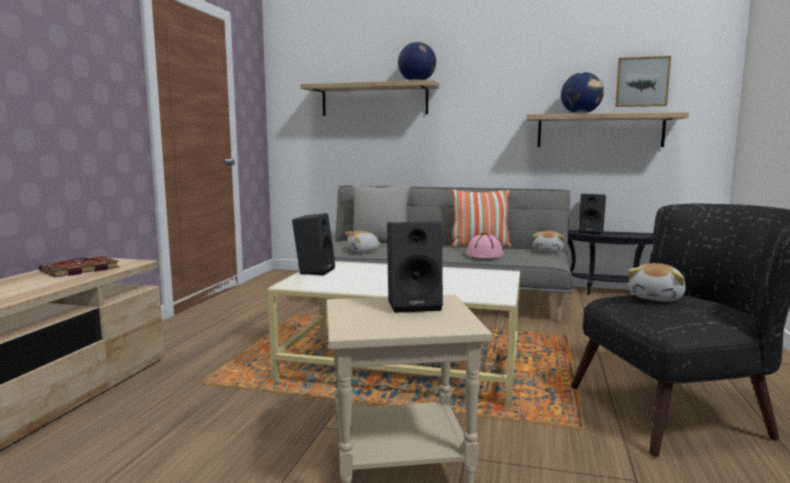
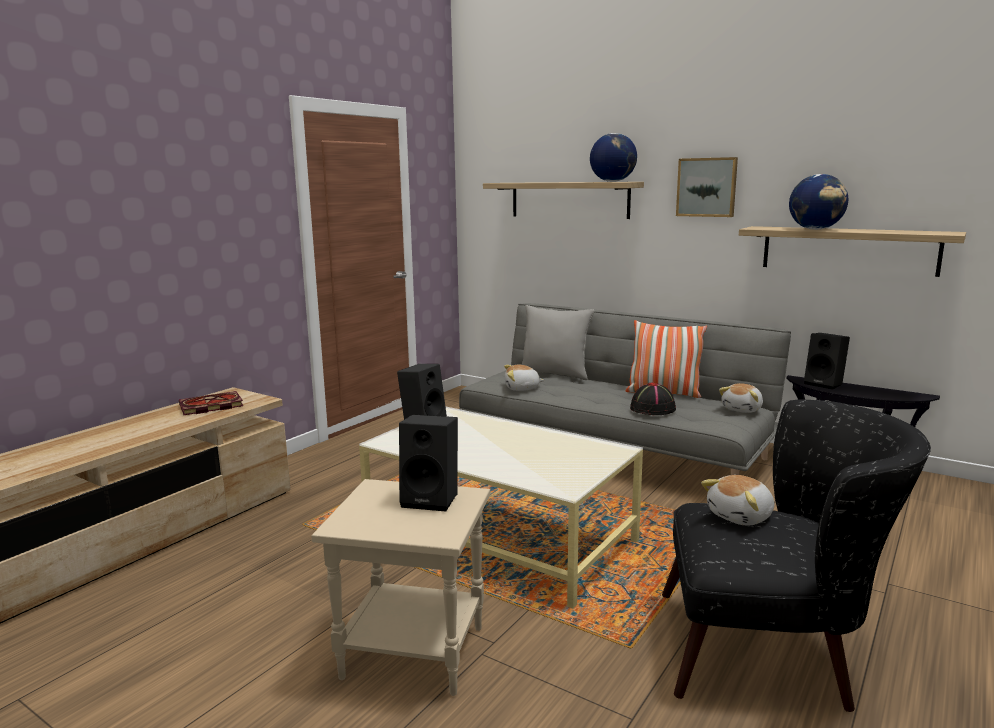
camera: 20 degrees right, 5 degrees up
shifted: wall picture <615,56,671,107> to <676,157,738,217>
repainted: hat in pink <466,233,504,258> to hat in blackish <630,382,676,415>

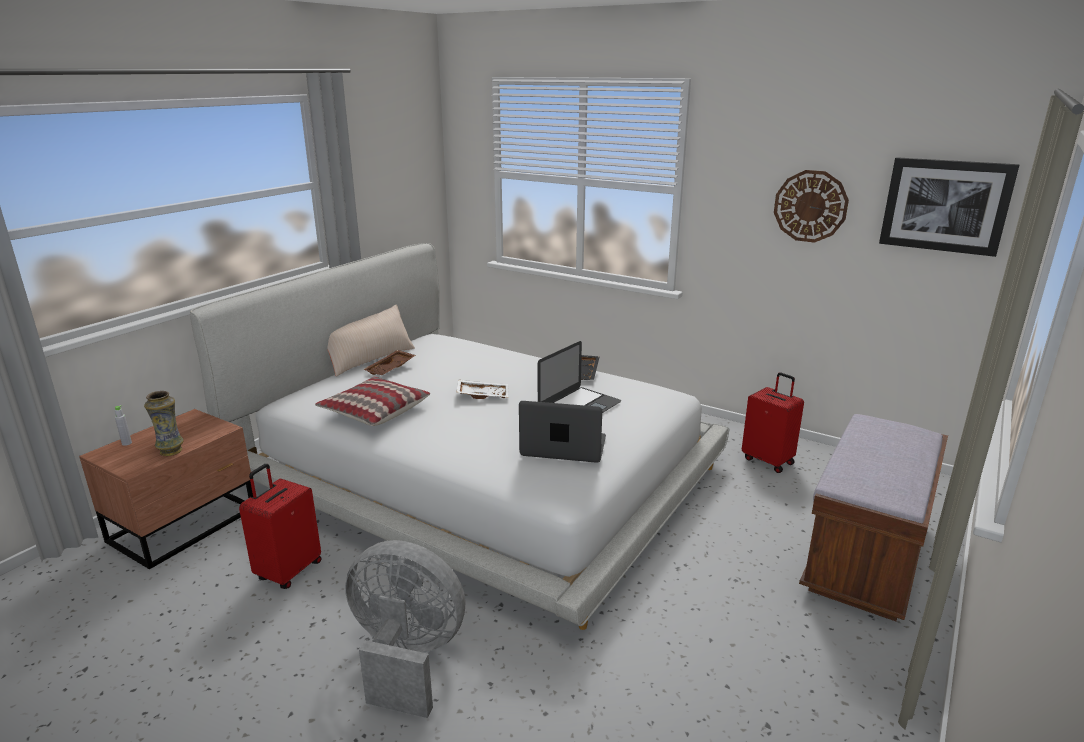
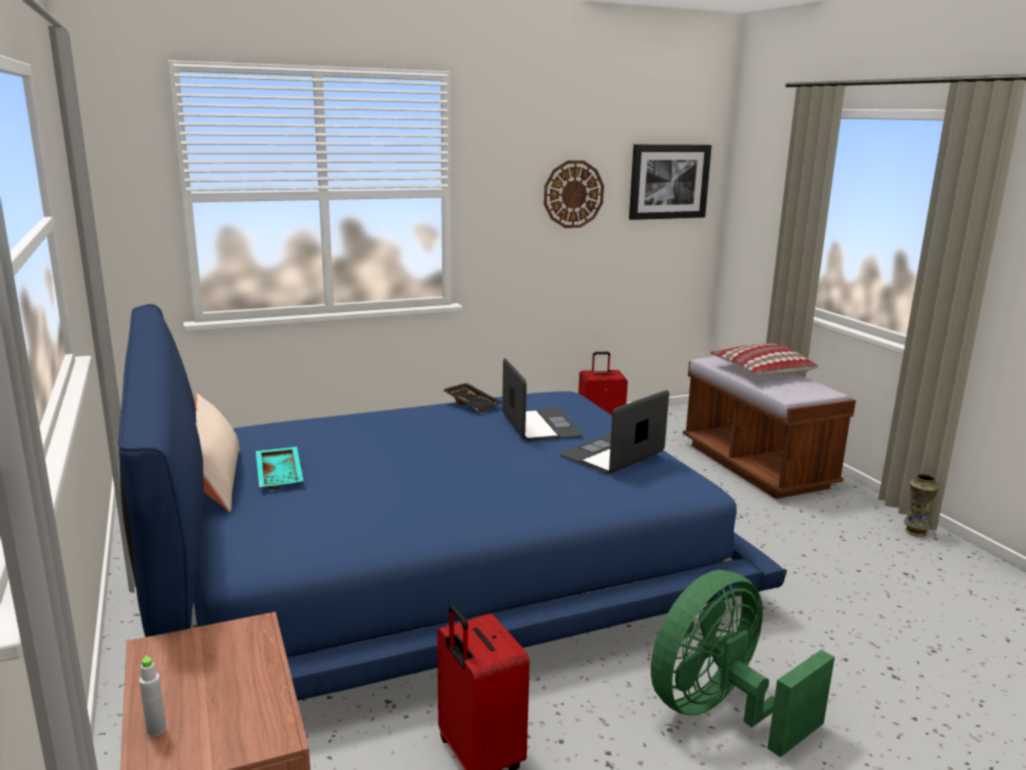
camera: 55 degrees left, 5 degrees down
gone: tray in white-coloured <457,380,508,399>
shifted: vase <144,391,184,456> to <904,473,939,537>; cushion <315,377,430,426> to <710,344,818,375>
repainted: bedroom bed in white-coloured <190,243,730,630> to bedroom bed in blue <118,304,787,701>; cooling fan in grey <345,540,466,718> to cooling fan in green-coloured <651,570,835,757>; tray in brown-coloured <363,350,416,375> to tray in turquoise-coloured <256,447,304,489>

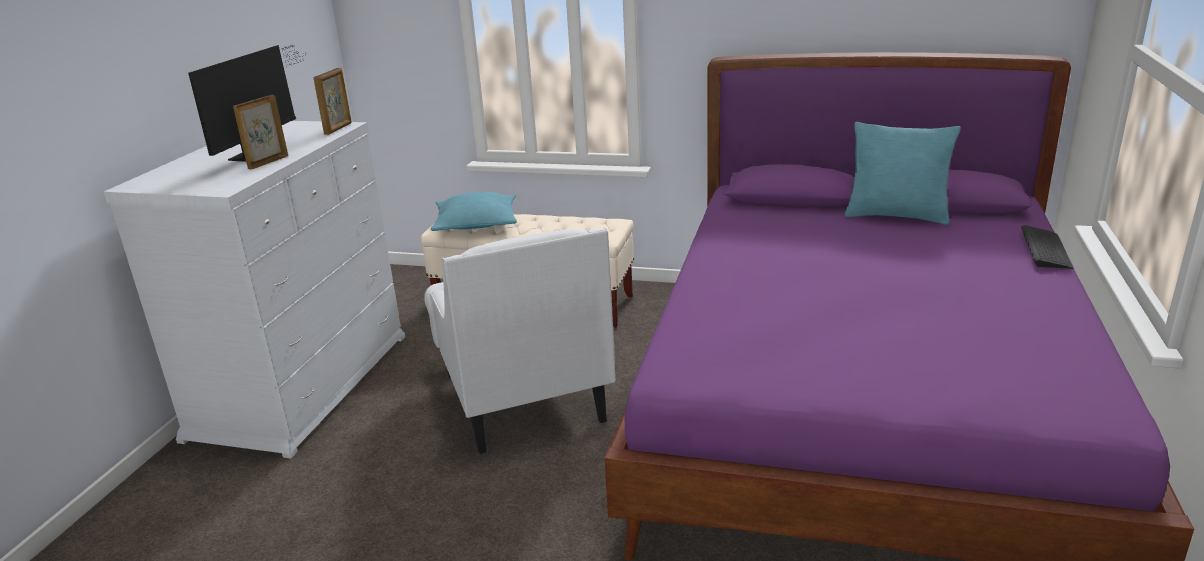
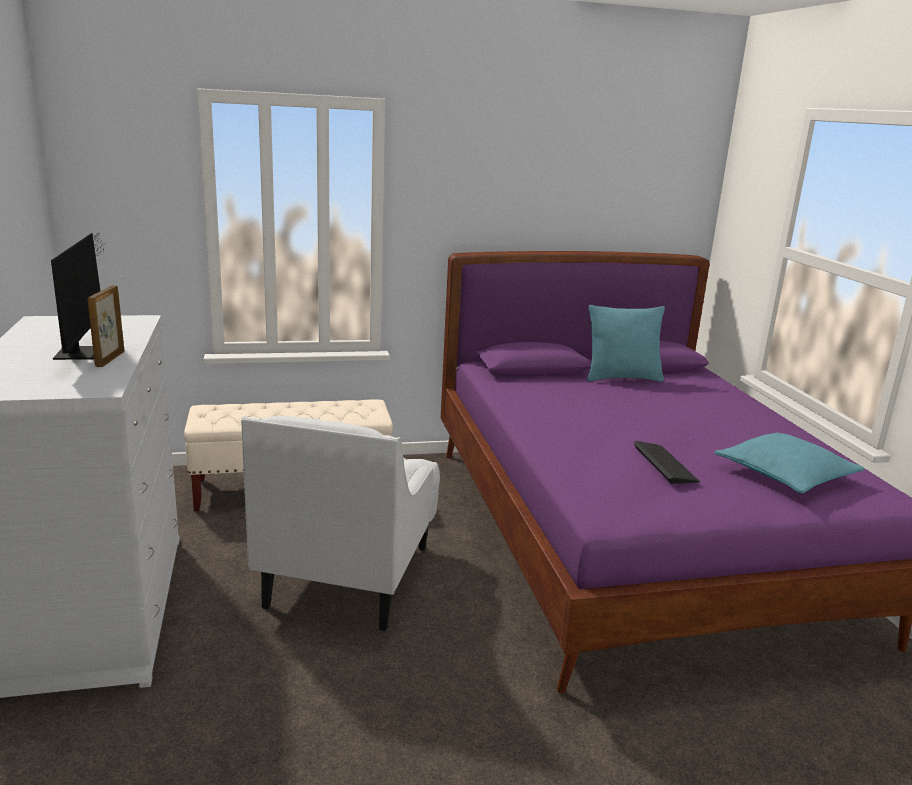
camera: 30 degrees left, 5 degrees down
gone: standing frame <313,68,352,135>
shifted: cushion in turquoise-coloured <431,192,517,231> to <714,433,865,493>; PC keyboard <1021,225,1074,269> to <634,441,700,484>
rotated: easy chair in white-coloured <424,227,616,454> = <241,416,440,631> 60 degrees clockwise

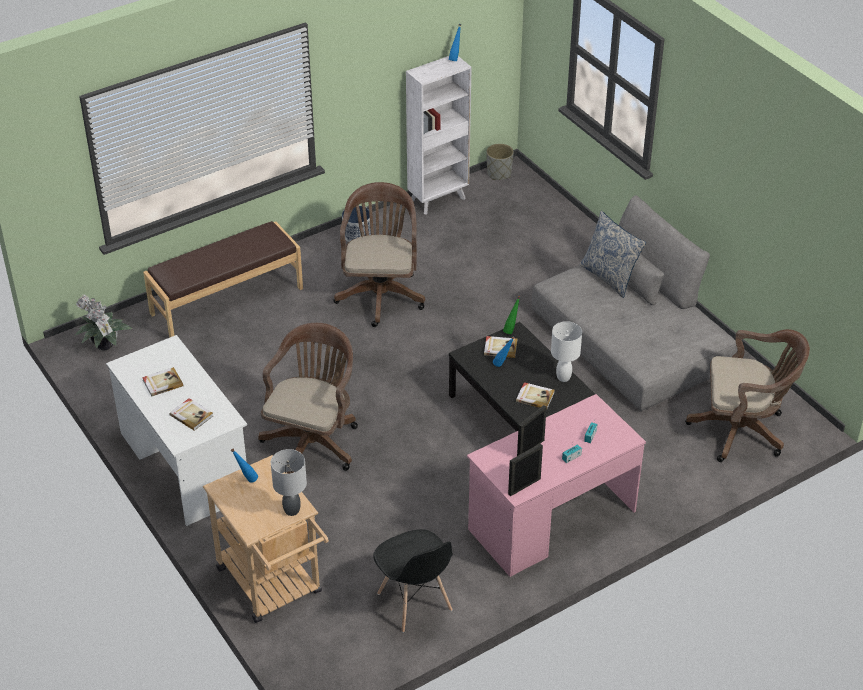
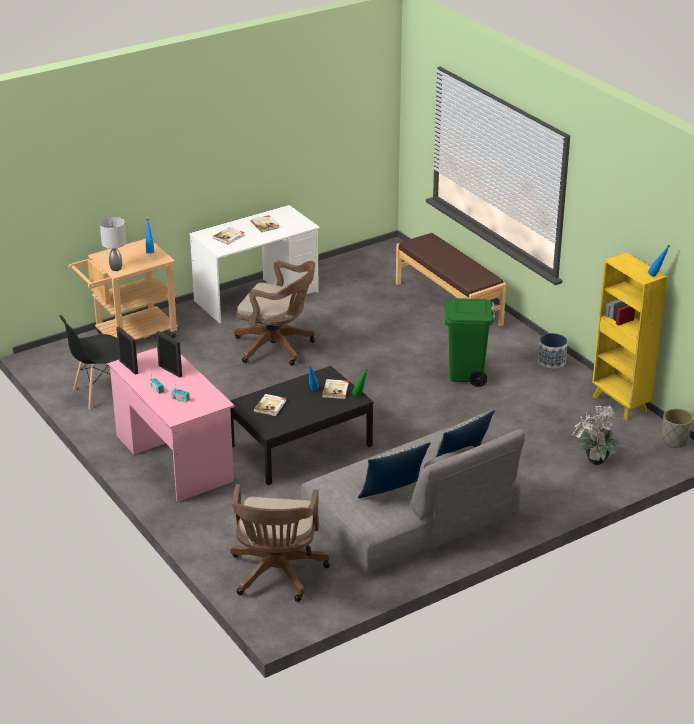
camera: 90 degrees right, 10 degrees down
gone: table lamp in white-coloured <551,321,582,382>
new: cushion <357,442,430,498>
shifted: houseplant <74,294,133,351> to <572,405,625,465>
swapped: computer chair in brown-coloured <333,182,425,327> to rubbish bin in green-coloured <444,298,496,387>
repainted: bookcase in white-coloured <406,56,472,215> to bookcase in yellow <592,253,667,420>

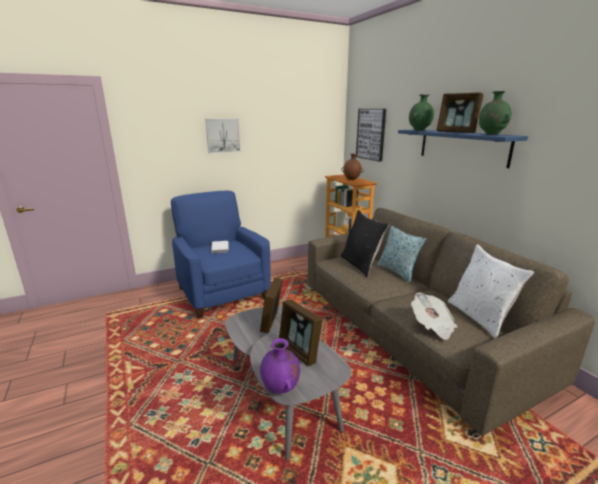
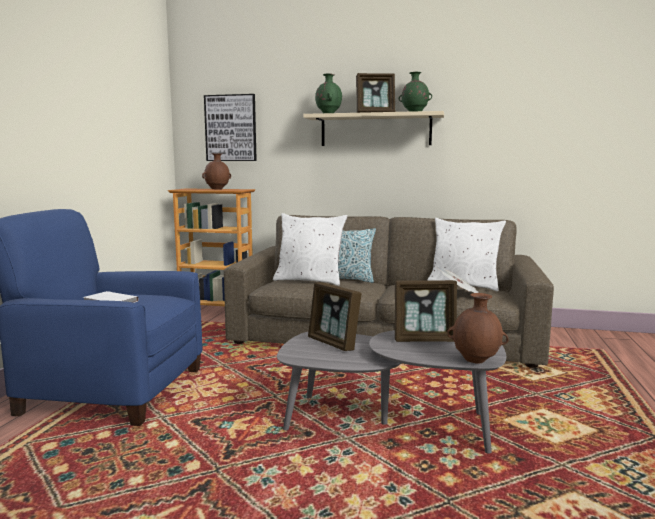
camera: 50 degrees left, 10 degrees down
gone: wall picture <205,118,241,153>
repainted: vase in purple <260,338,300,394> to vase in brown-coloured <447,293,509,364>; cushion in blackish <340,210,389,277> to cushion in white-coloured <273,213,347,286>; shelf in blue <398,130,528,168> to shelf in sand-coloured <303,111,444,146>

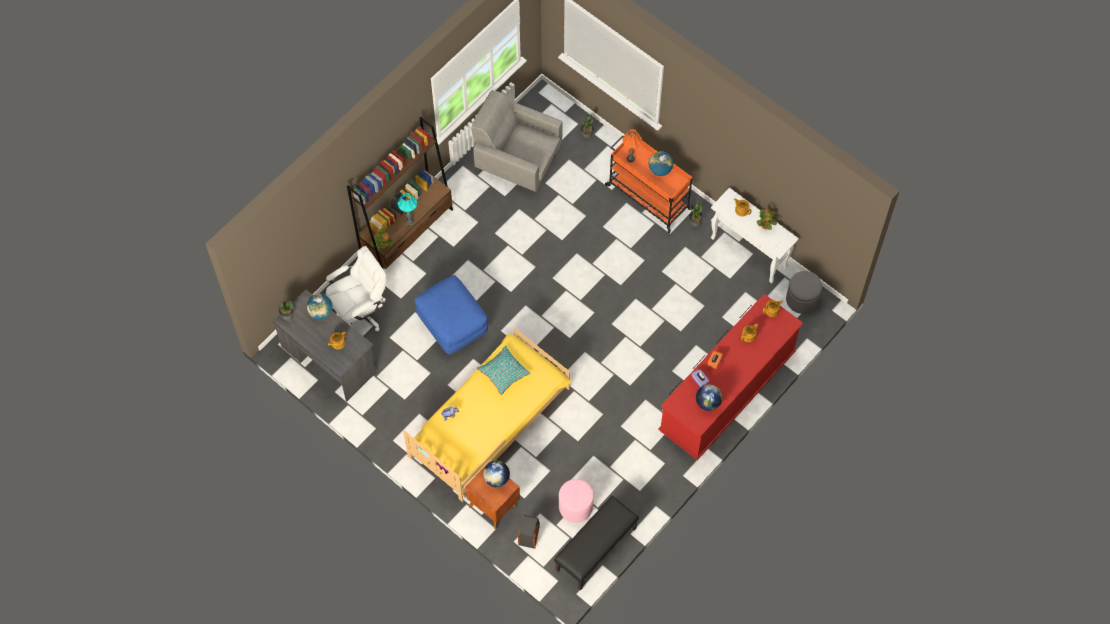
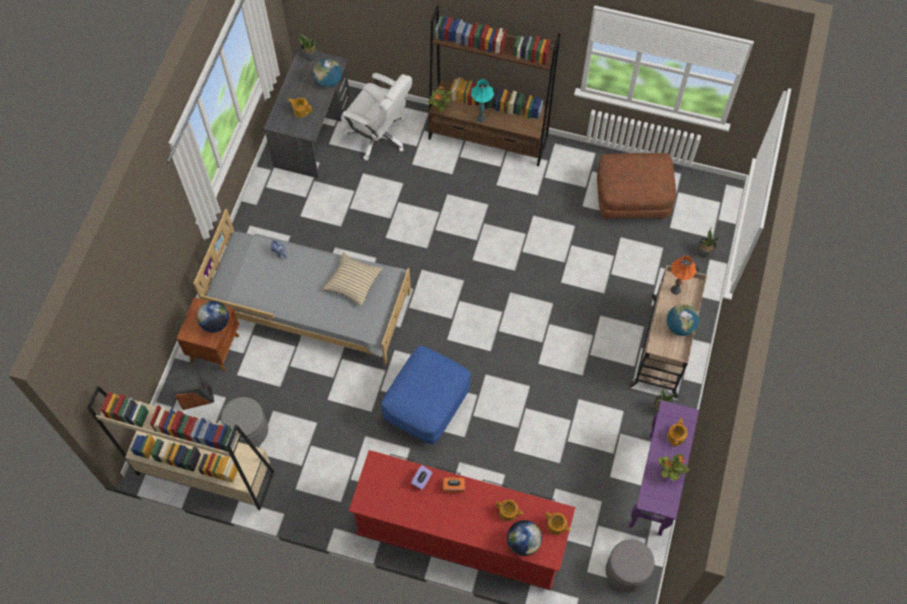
camera: 65 degrees right, 0 degrees up
shifted: footrest in blue <415,275,488,355> to <381,346,471,445>; desk globe <696,384,722,411> to <507,520,542,556>
swapped: easy chair in grey <471,90,563,192> to footrest in brown-coloured <597,153,676,220>; indoor bench in blackish <554,496,639,591> to bookcase in sand-coloured <87,386,274,510>
repainted: bedroom bed in yellow <403,328,572,502> to bedroom bed in grey <193,209,411,365>; cushion in turquoise-coloured <477,346,530,395> to cushion in sand-coloured <323,252,383,306>; footrest in pink <559,479,594,523> to footrest in grey <221,397,268,447>; wheeled cart in orangey <605,133,694,233> to wheeled cart in sand-coloured <630,265,707,399>; narrow table in white-coloured <711,188,799,283> to narrow table in purple <629,400,699,536>

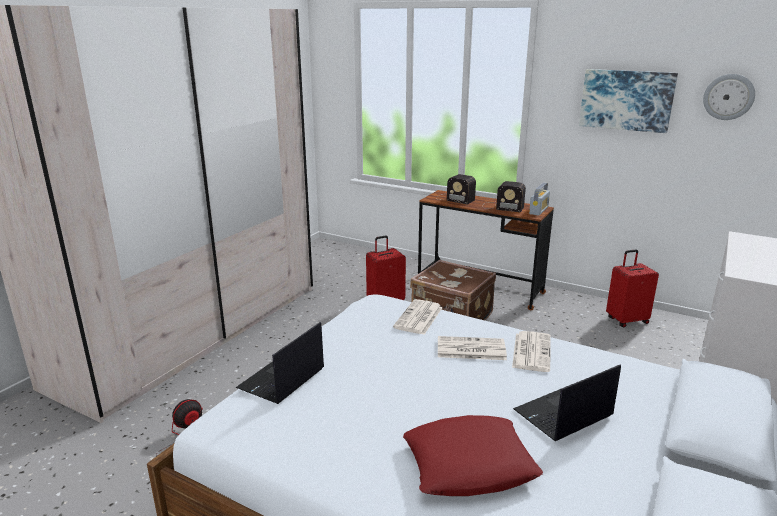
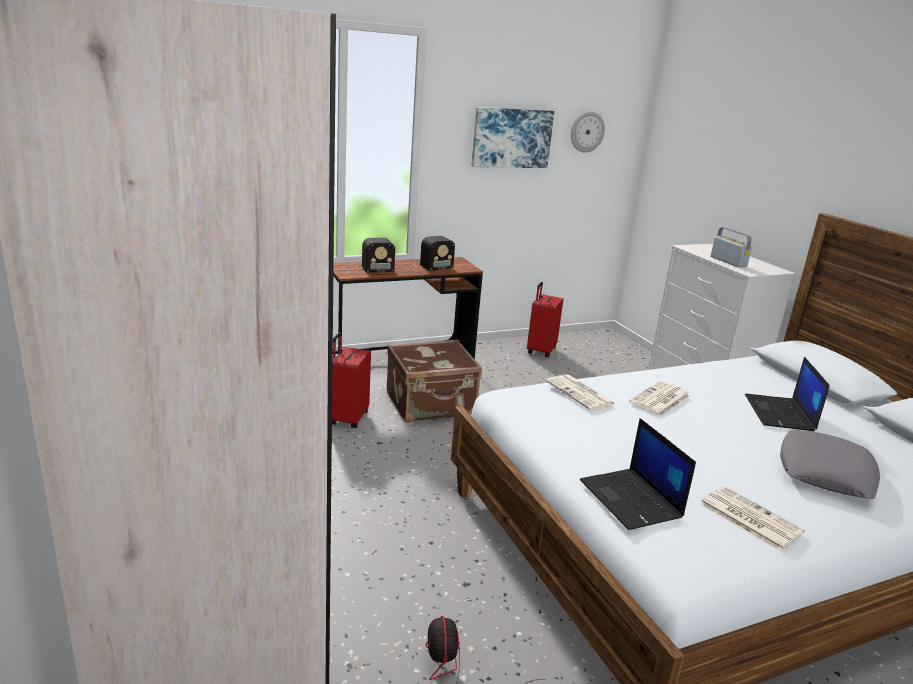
camera: 55 degrees left, 0 degrees up
shifted: printed paper <512,331,551,372> to <699,486,805,551>; radio set <529,182,550,216> to <711,227,752,268>
repainted: cushion in red-coloured <403,415,543,496> to cushion in grey <780,430,880,499>

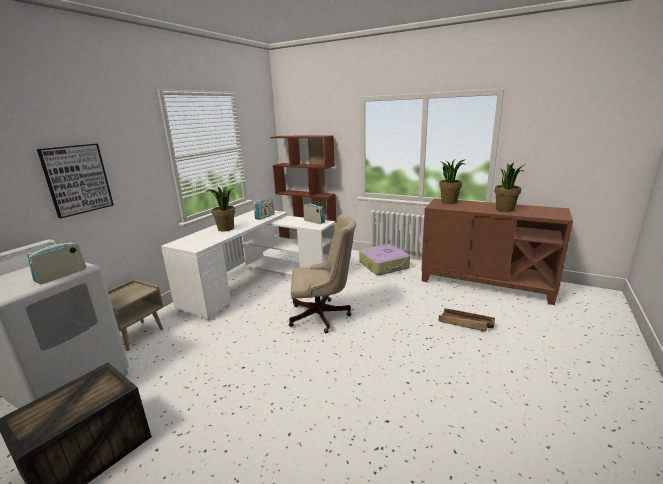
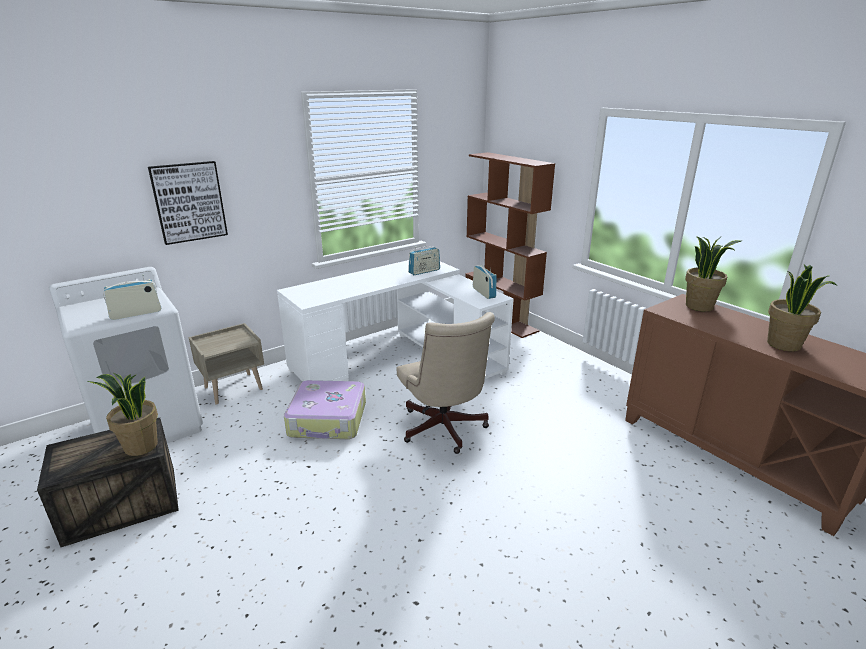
camera: 25 degrees right, 5 degrees up
gone: packing crate <439,308,495,331>
shifted: houseplant <205,186,235,232> to <88,373,158,456>; suitcase <359,244,410,275> to <284,380,366,439>
rotated: computer chair in sand-coloured <289,215,356,333> = <396,312,495,454> 45 degrees clockwise

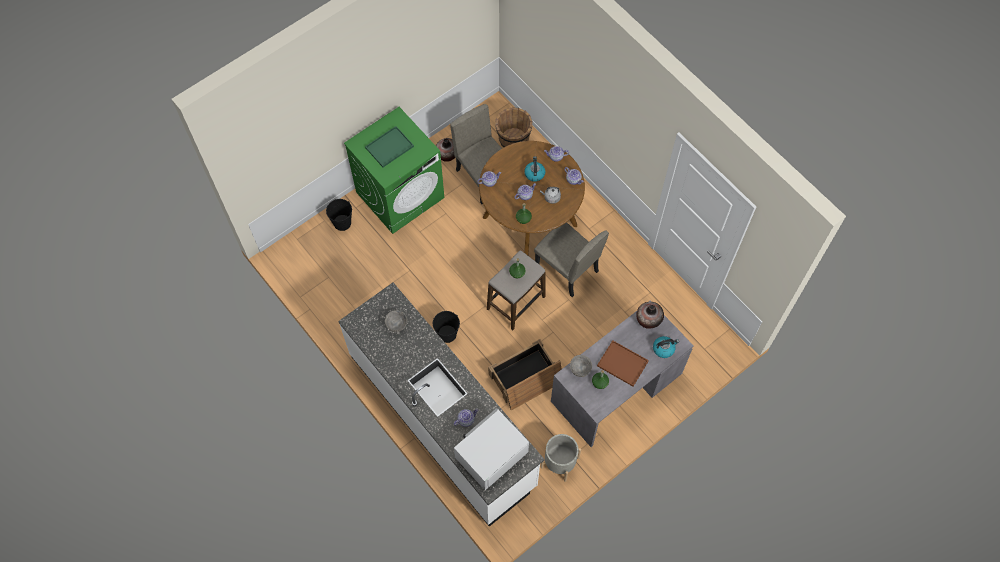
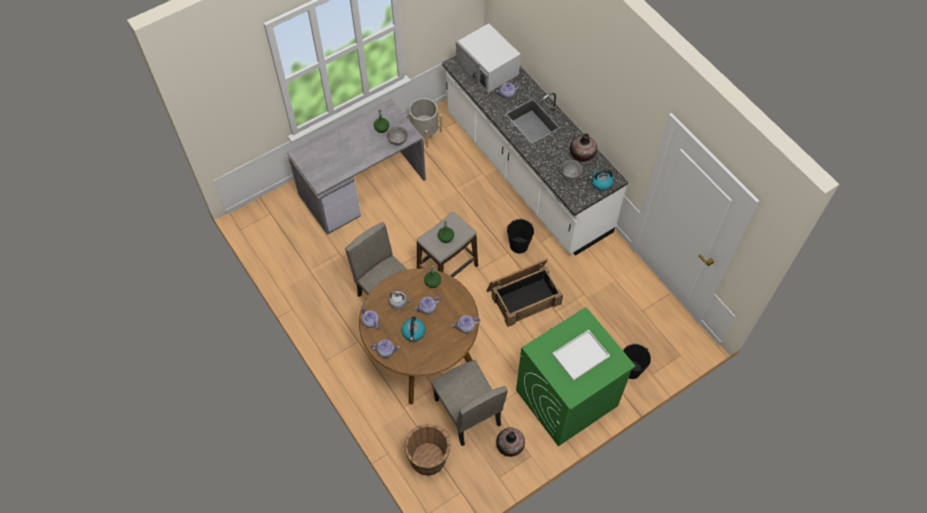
camera: 175 degrees left, 5 degrees down
gone: tray in brown-coloured <597,340,649,386>
shifted: packing crate <488,339,561,411> to <486,259,563,327>; vase <636,302,664,329> to <570,133,597,162>; kettle <653,336,679,358> to <589,170,614,191>
repainted: tray in green-coloured <365,126,414,167> to tray in white-coloured <552,330,610,381>
rotated: microwave in white-coloured <454,408,529,490> = <456,23,521,93> 90 degrees clockwise

